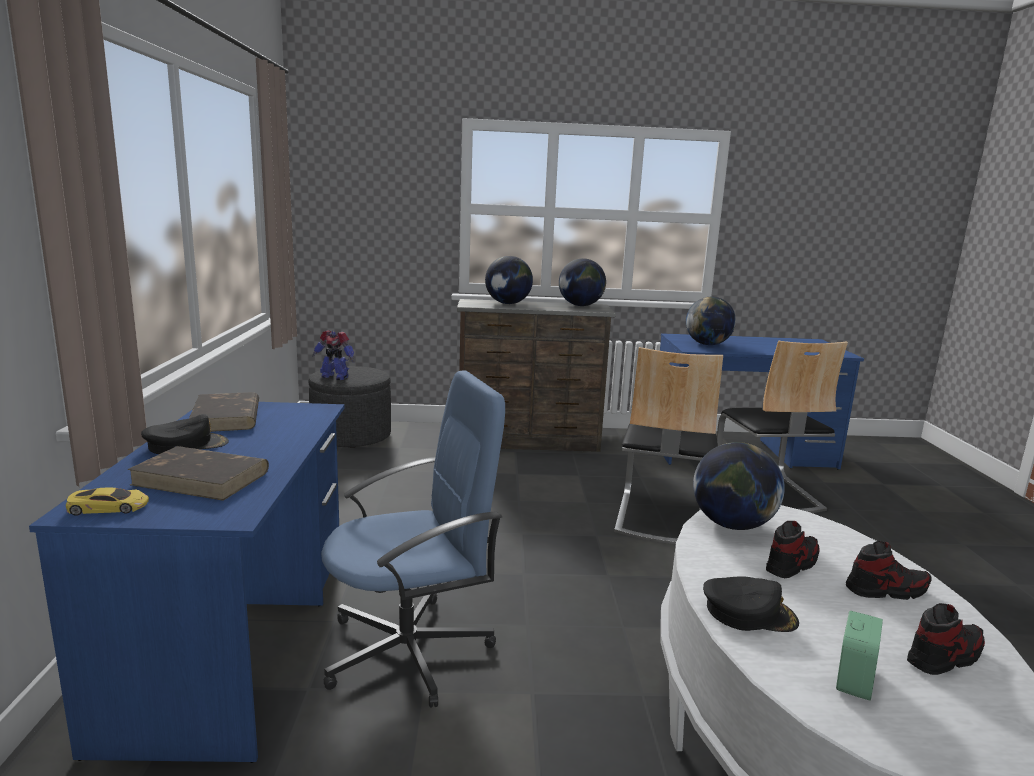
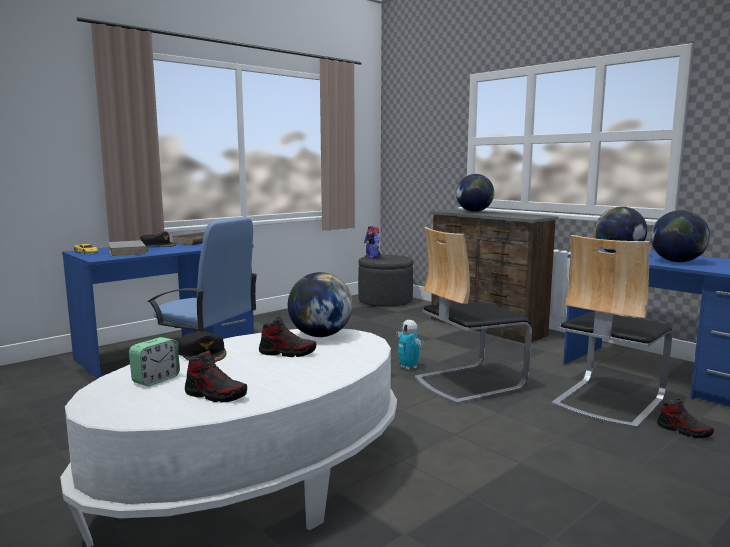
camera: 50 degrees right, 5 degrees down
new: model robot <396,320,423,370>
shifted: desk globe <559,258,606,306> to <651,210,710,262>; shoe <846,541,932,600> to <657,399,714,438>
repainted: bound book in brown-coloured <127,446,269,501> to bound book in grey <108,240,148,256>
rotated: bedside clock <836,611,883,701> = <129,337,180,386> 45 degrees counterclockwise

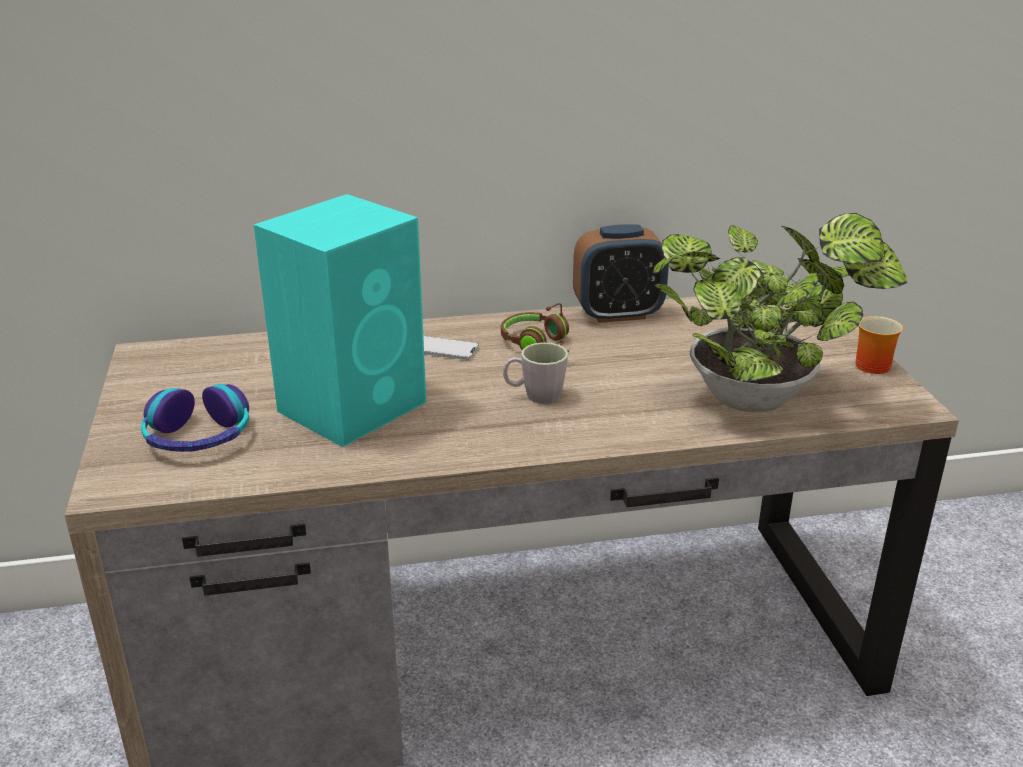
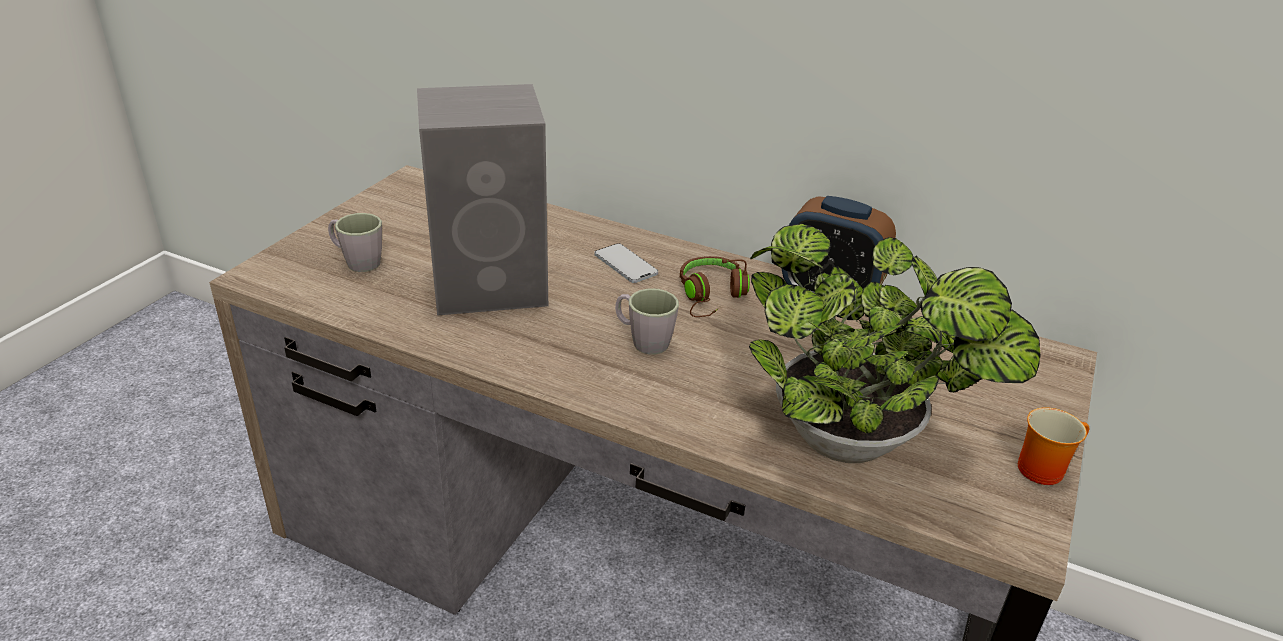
camera: 35 degrees right, 5 degrees up
swapped: headset <141,384,249,452> to coffee mug in grey <328,213,382,272>
repainted: loudspeaker in turquoise-coloured <254,194,426,447> to loudspeaker in grey <417,84,548,316>

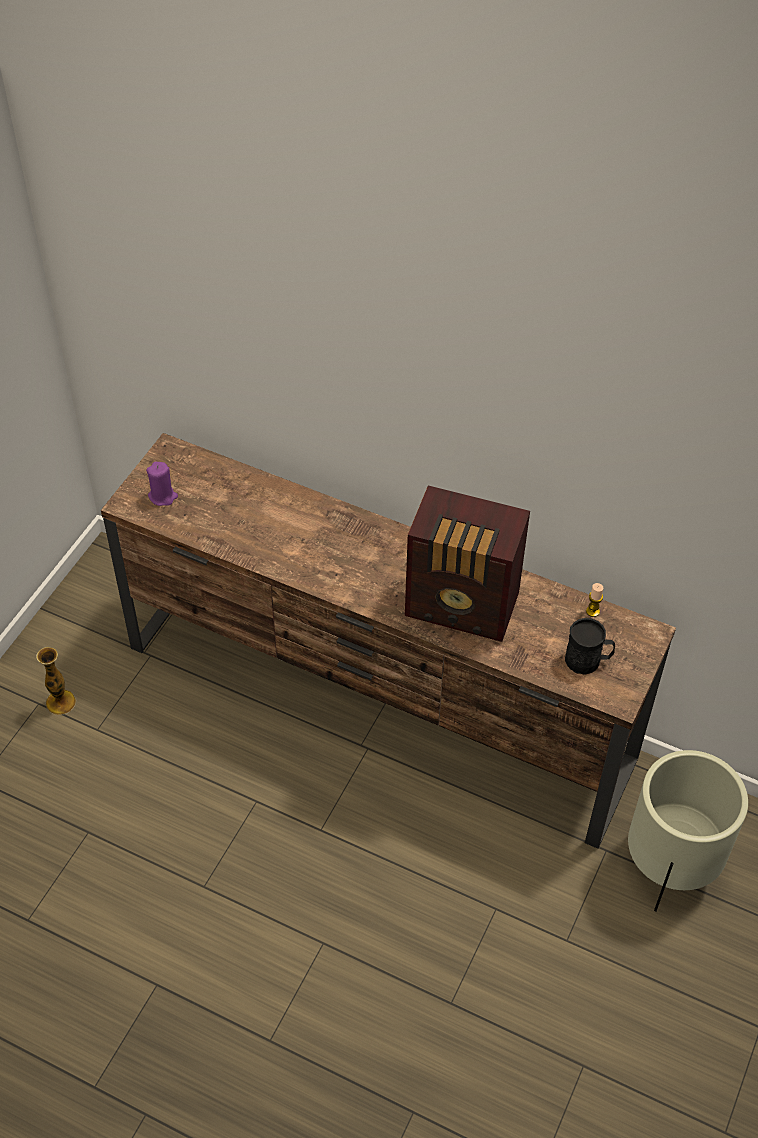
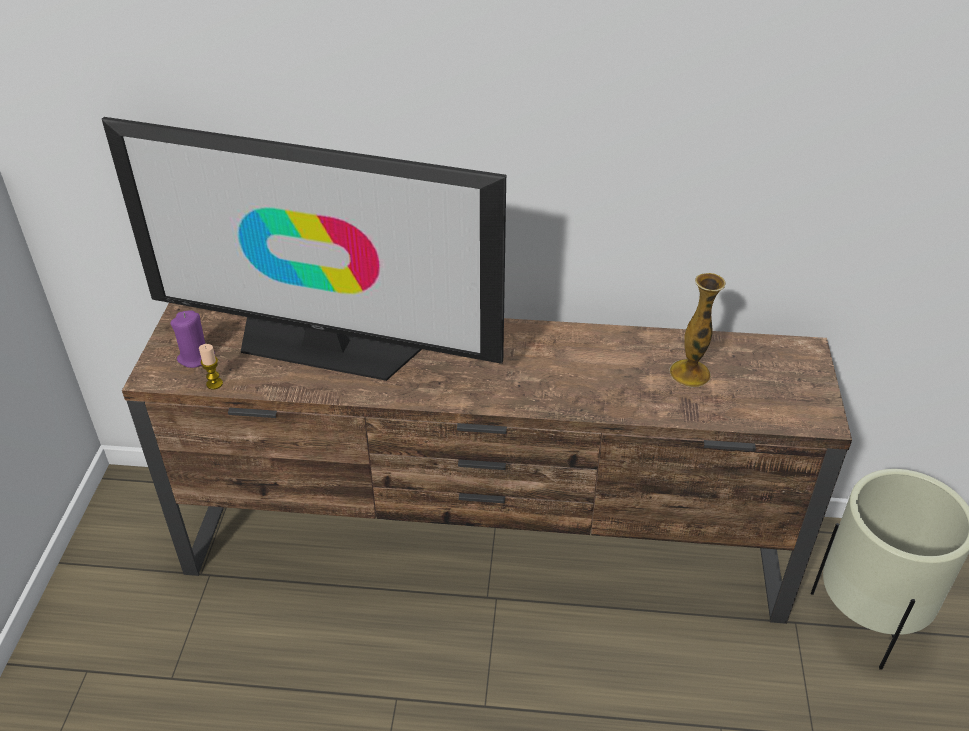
camera: 20 degrees left, 10 degrees down
gone: radio set <405,485,530,642>; coffee mug in blackish <565,618,615,675>
new: TV set <102,117,506,381>
shifted: vase <36,647,76,715> to <669,273,726,387>; wax light <586,583,604,617> to <199,344,223,389>

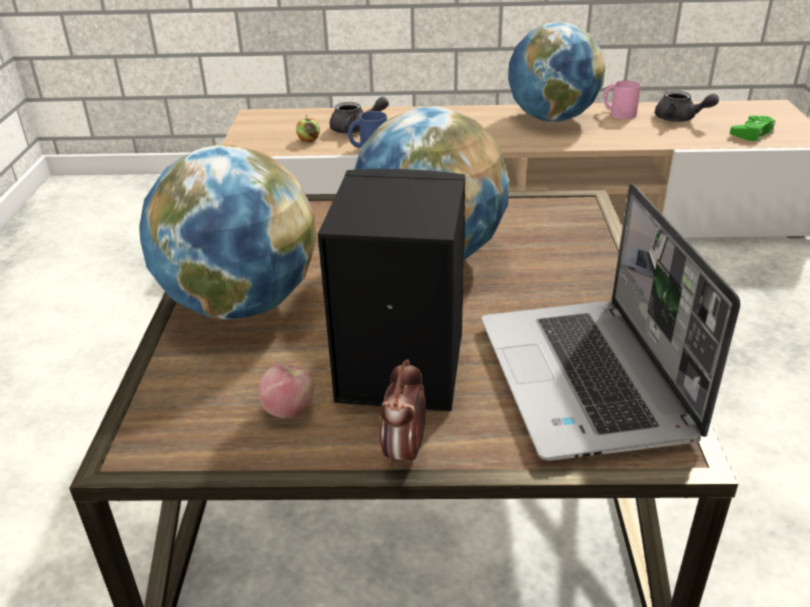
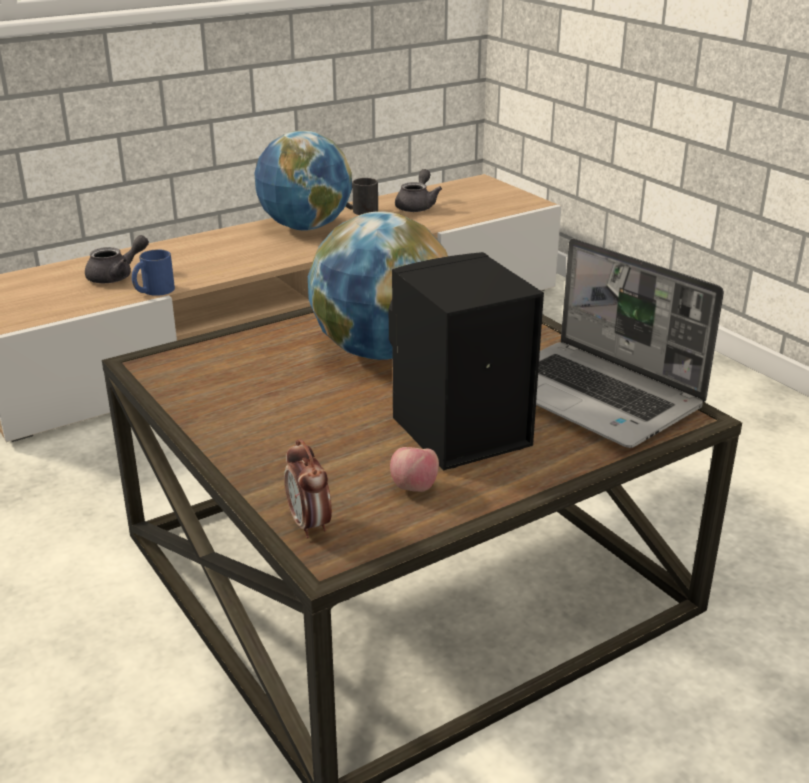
camera: 35 degrees left, 5 degrees down
gone: desk globe <139,145,317,319>; whole apple <296,115,320,142>; game controller in green-coloured <730,115,775,142>
shifted: bedside clock <380,359,426,467> to <284,439,332,539>
repainted: coffee mug in pink <603,80,641,119> to coffee mug in blackish <346,178,378,215>
rotated: teapot in grey <655,90,719,122> = <395,169,442,212> 75 degrees counterclockwise

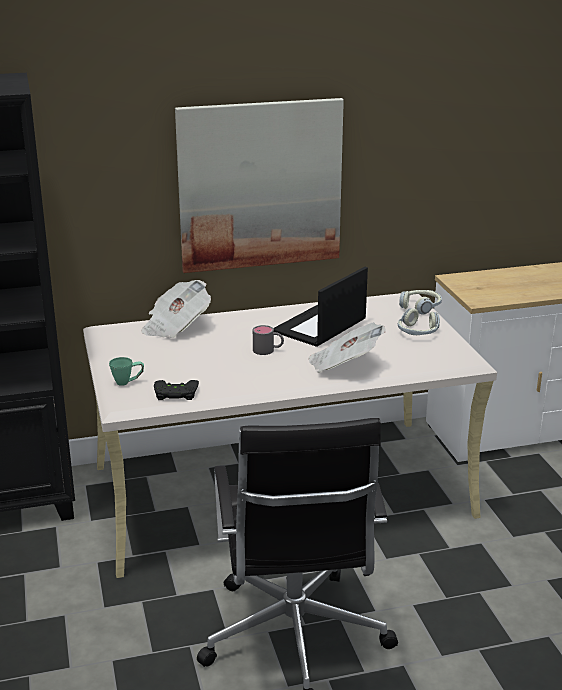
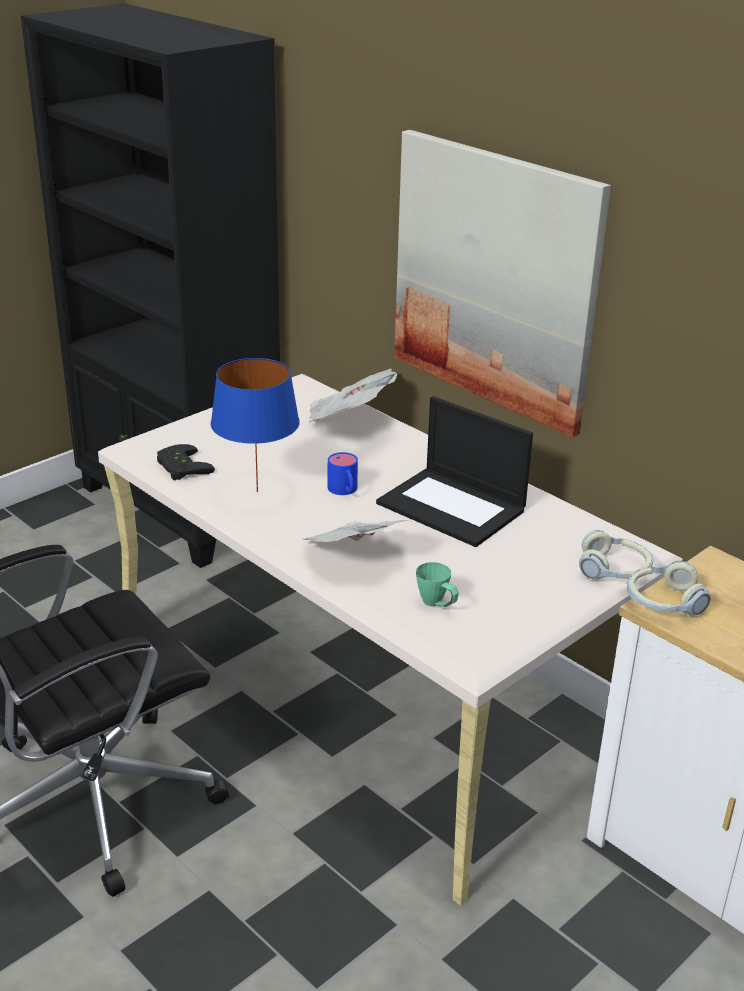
camera: 60 degrees right, 5 degrees up
new: table lamp in blue <211,358,300,492>
shifted: coffee mug in green-coloured <109,357,144,386> to <416,562,459,607>; headset <398,308,440,335> to <627,561,711,616>
repainted: coffee mug in grey <253,325,284,355> to coffee mug in blue <328,452,358,495>
rotated: notebook computer <273,267,368,347> = <376,396,533,547> 150 degrees counterclockwise

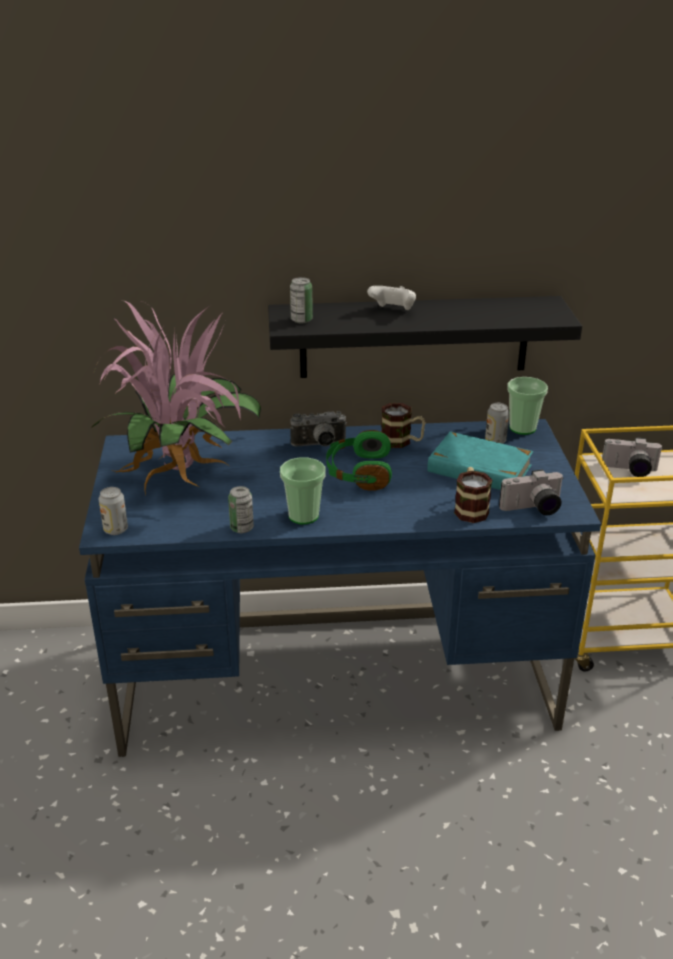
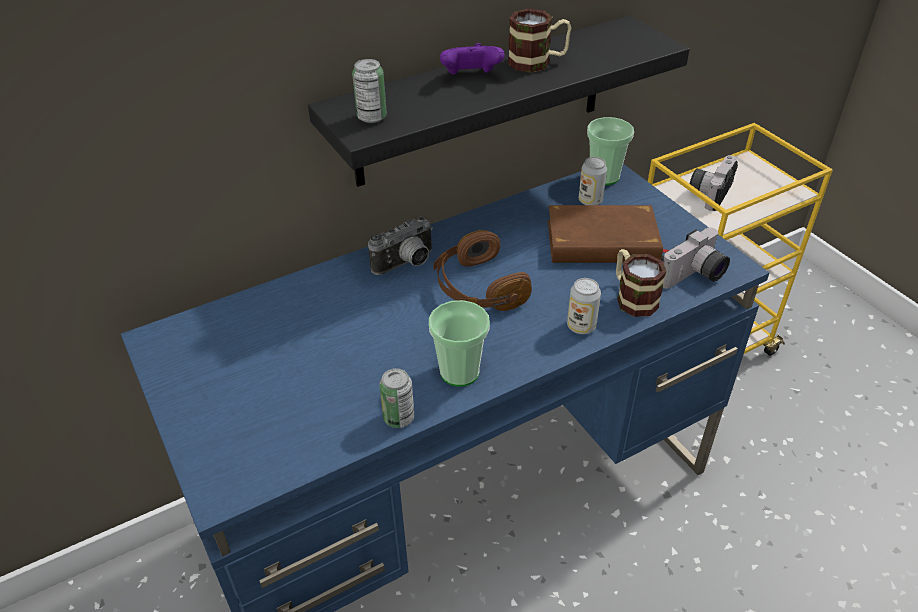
camera: 25 degrees left, 10 degrees up
gone: houseplant <90,301,261,496>
shifted: sealed can <99,487,128,535> to <567,278,601,334>; coffee mug <381,403,425,448> to <508,9,571,73>
repainted: headset in green-coloured <326,430,392,491> to headset in brown-coloured <434,230,532,311>; game controller in white-coloured <367,286,416,310> to game controller in purple <440,43,505,75>; bound book in turquoise-coloured <427,431,533,490> to bound book in brown-coloured <548,205,669,263>
rotated: still camera <602,437,662,477> = <690,155,738,211> 135 degrees clockwise

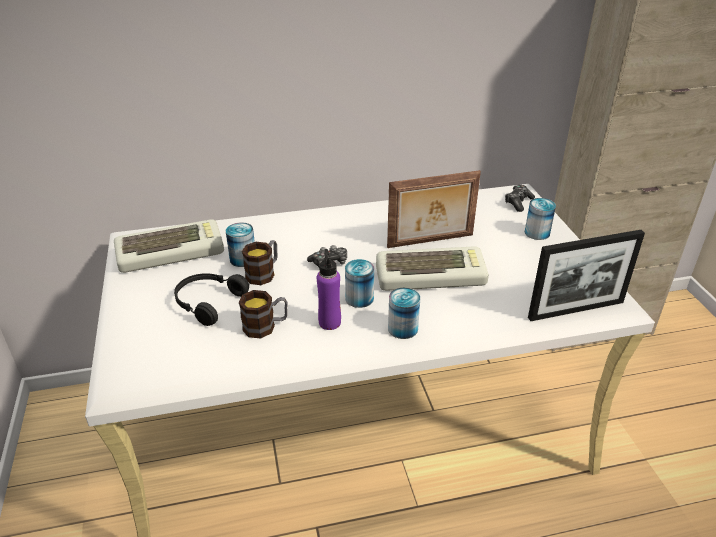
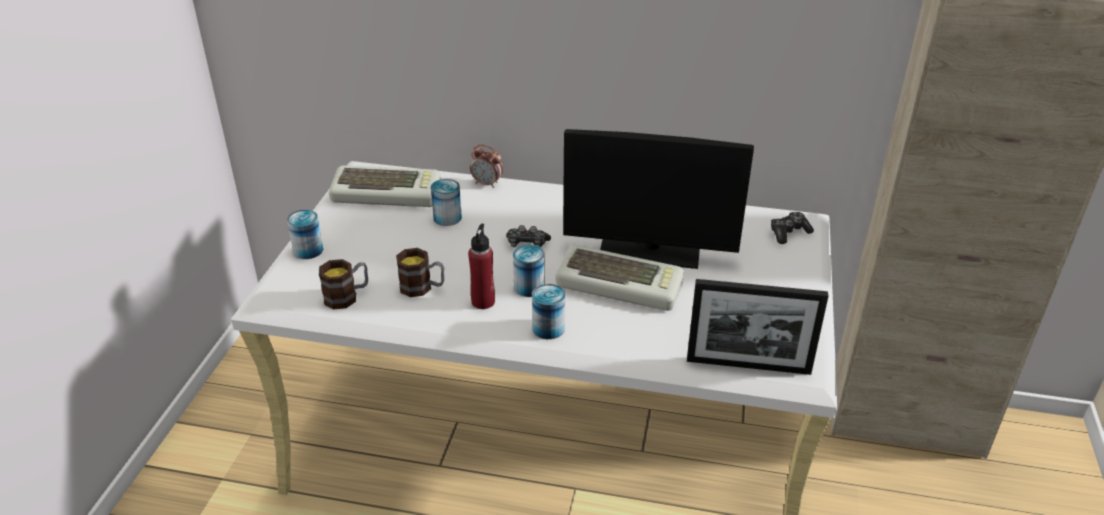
camera: 25 degrees right, 0 degrees up
gone: headset in blackish <174,273,249,326>
new: bedside clock <470,145,503,188>
shifted: coffee mug <242,240,278,285> to <319,259,368,309>; sealed can <525,198,556,240> to <287,210,323,259>
swapped: standing frame <387,170,481,248> to monitor <563,129,754,269>
repainted: bottle in purple <317,249,341,330> to bottle in red-coloured <468,224,495,309>

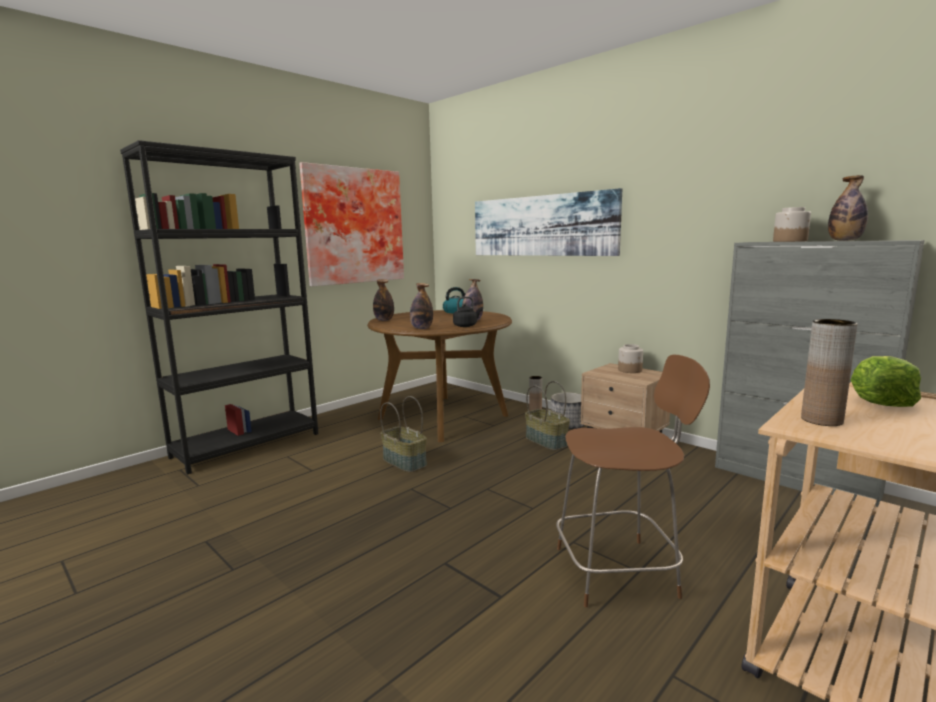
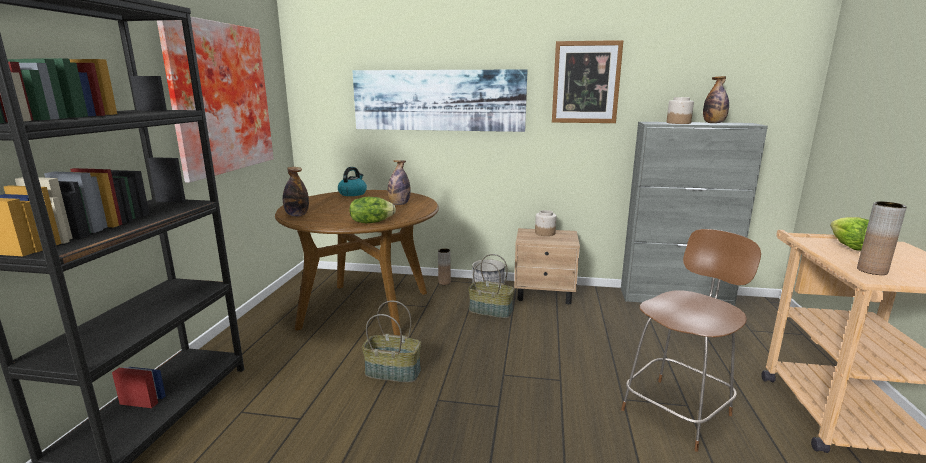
camera: 35 degrees left, 5 degrees up
gone: kettle in blackish <453,297,482,327>
new: wall picture <552,40,623,123>
swapped: bottle <410,283,433,329> to lettuce head <349,197,396,223>

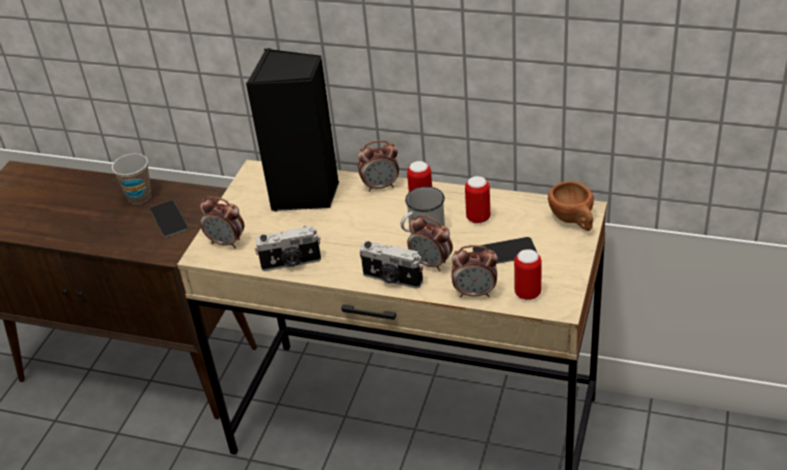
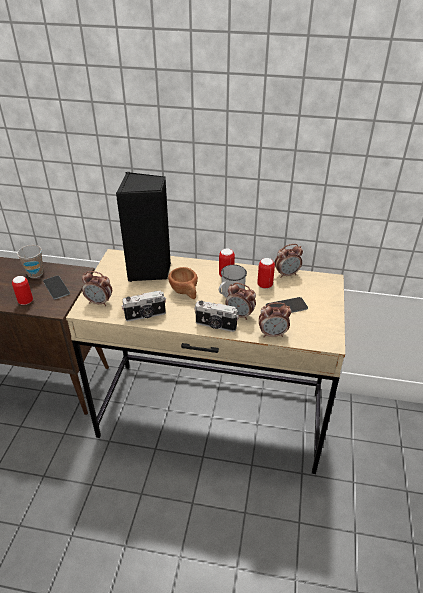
camera: 10 degrees left, 0 degrees up
shifted: bedside clock <358,140,399,192> to <275,244,303,278>; sealed can <514,249,542,300> to <12,276,33,305>; cup in brown-coloured <548,181,594,231> to <168,267,198,299>

